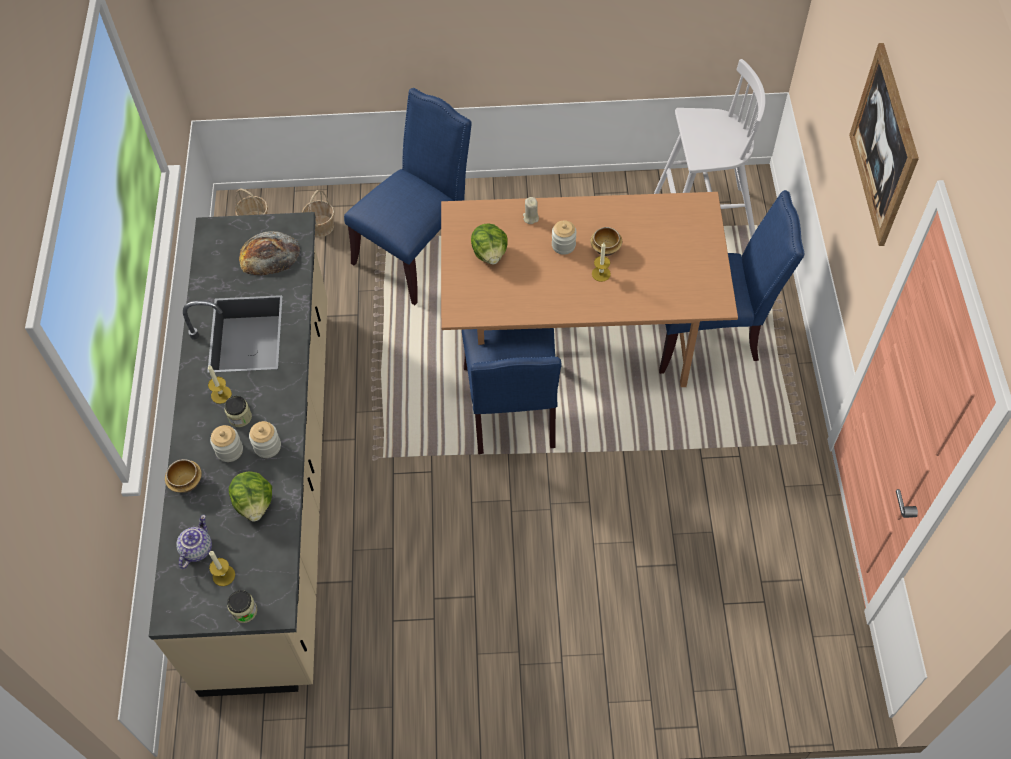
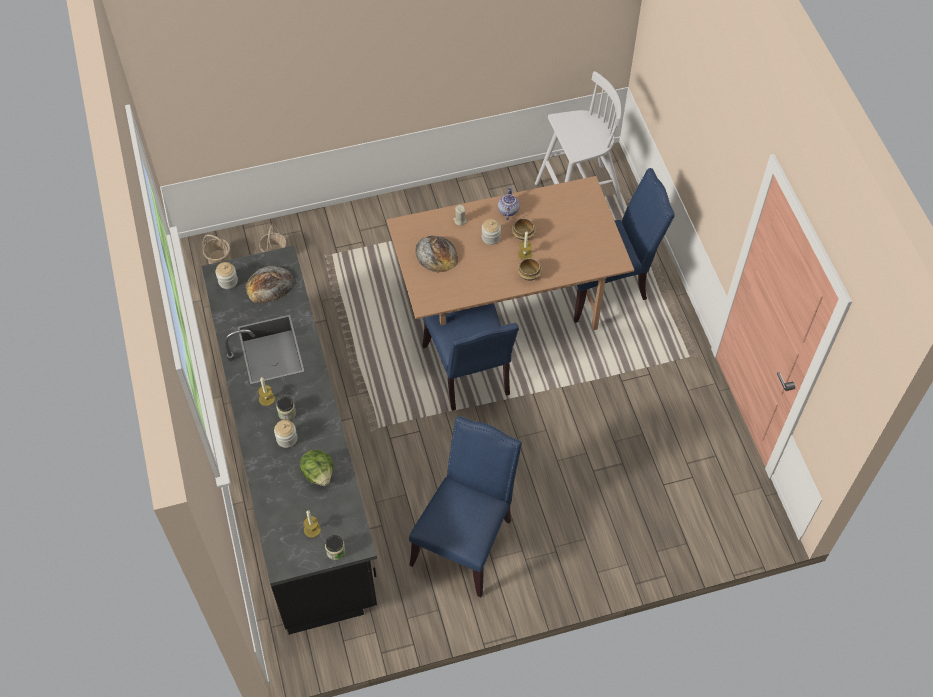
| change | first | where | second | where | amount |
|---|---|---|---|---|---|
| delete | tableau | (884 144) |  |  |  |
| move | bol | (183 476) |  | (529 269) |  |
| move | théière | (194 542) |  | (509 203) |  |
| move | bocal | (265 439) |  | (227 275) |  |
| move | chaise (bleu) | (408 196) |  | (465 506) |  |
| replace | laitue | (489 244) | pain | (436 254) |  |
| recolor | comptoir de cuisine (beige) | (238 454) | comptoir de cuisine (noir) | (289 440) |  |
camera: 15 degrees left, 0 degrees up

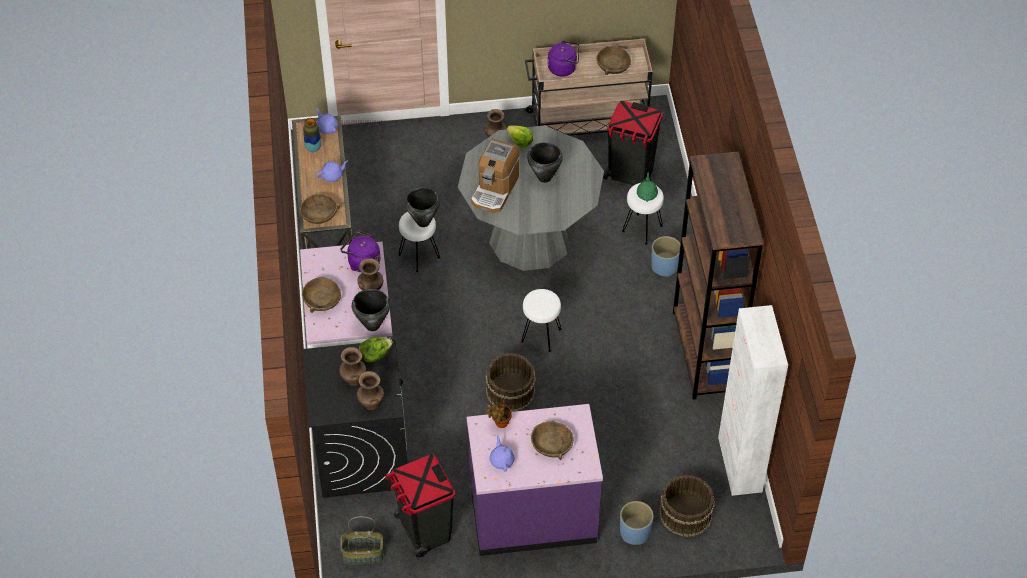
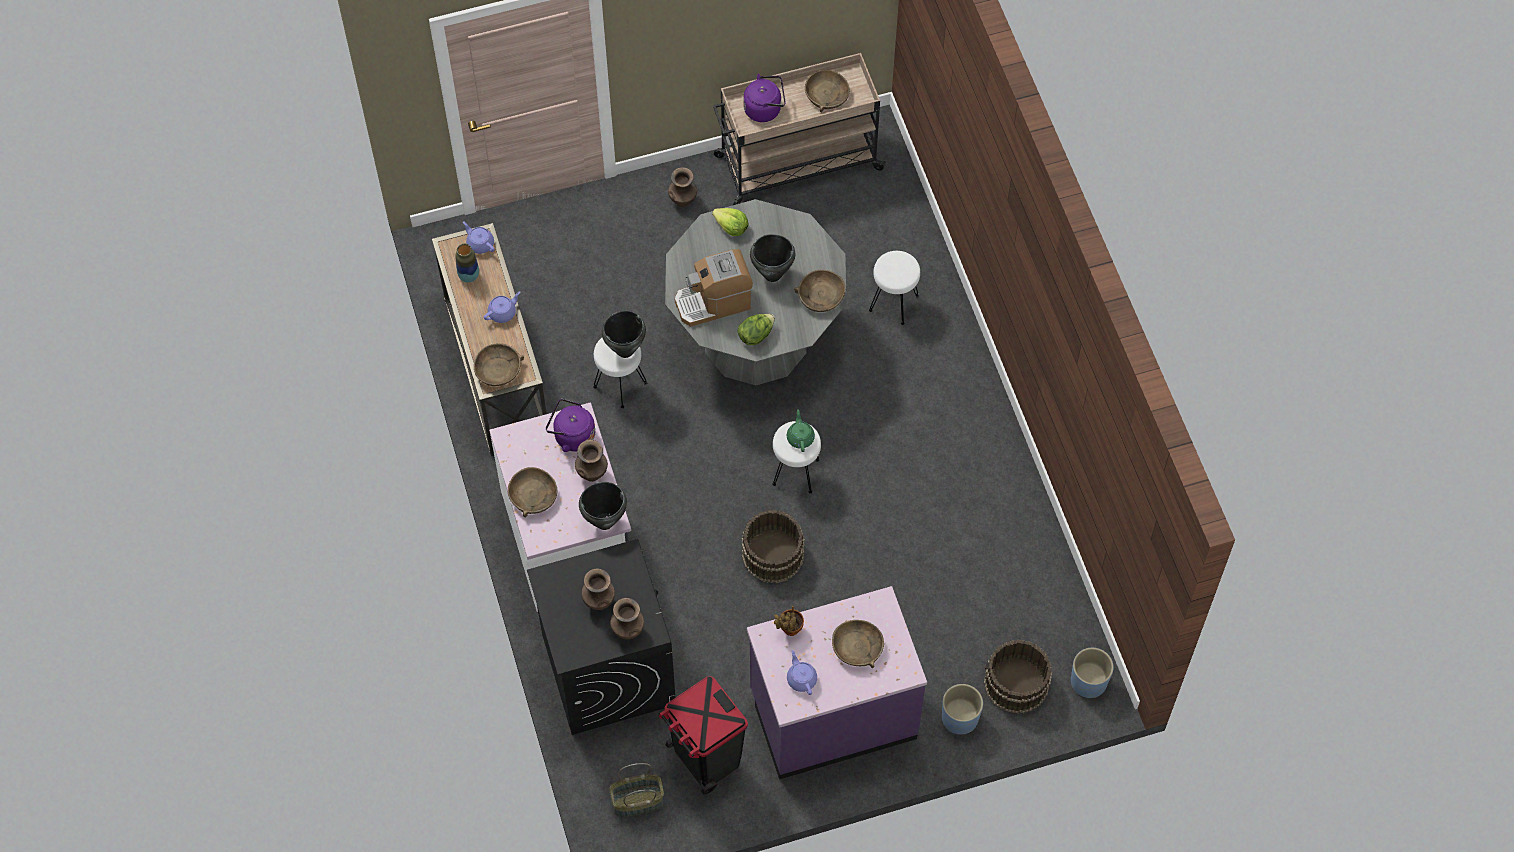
| change | first | where | second | where | amount |
|---|---|---|---|---|---|
| delete | poubelle (noir) | (633 143) |  |  |  |
| delete | bibliothèque (marron) | (718 276) |  |  |  |
| delete | meuble de rangement (blanc) | (753 400) |  |  |  |
| insert |  |  | bol (marron) | (819 291) |  |
| move | laitue | (376 349) |  | (756 329) |  |
| move | théière (vert) | (647 187) |  | (801 430) |  |
| move | cache-pot (bleu) | (665 256) |  | (1092 673) |  |
| rotate | machine à café | (495 176) |  | (714 288) | 60 degrees clockwise |
camera: 10 degrees left, 10 degrees up

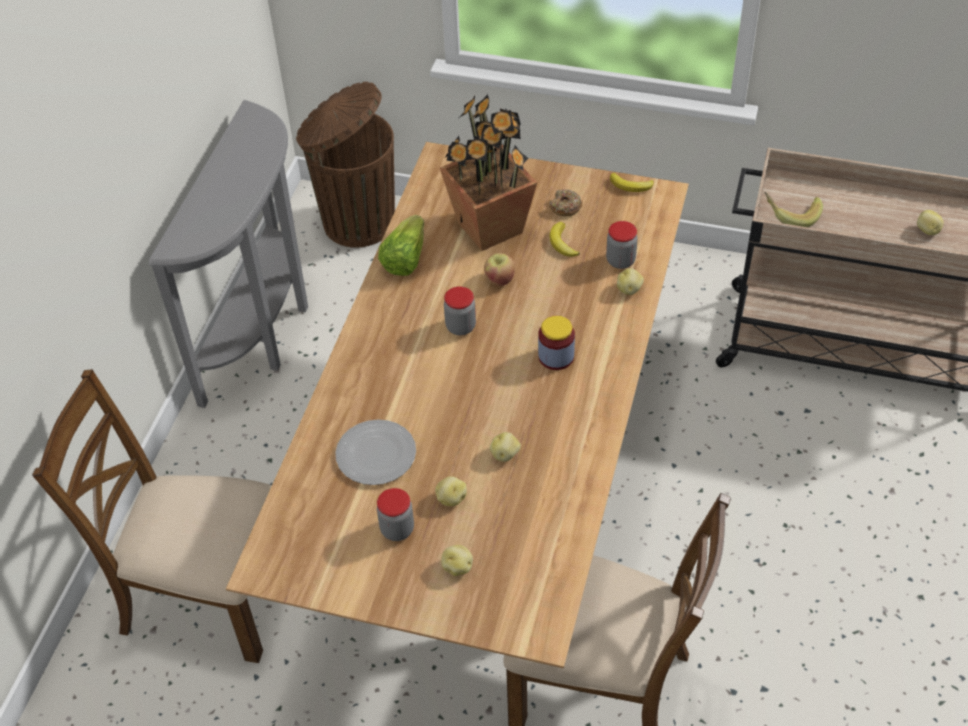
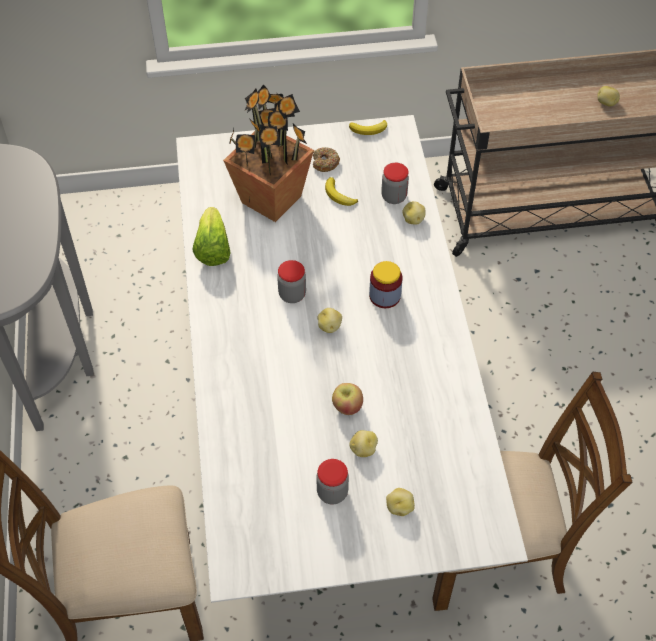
| change | first | where | second | where | amount |
|---|---|---|---|---|---|
| delete | poubelle (marron) | (345 165) |  |  |  |
| delete | assiette | (375 452) |  |  |  |
| delete | banane | (793 209) |  |  |  |
| move | pomme | (499 269) |  | (347 399) |  |
| move | pomme de terre | (505 447) |  | (330 320) |  |
| recolor | table à manger (marron) | (457 405) | table à manger (blanc) | (352 359) |  |
camera: 25 degrees left, 5 degrees up

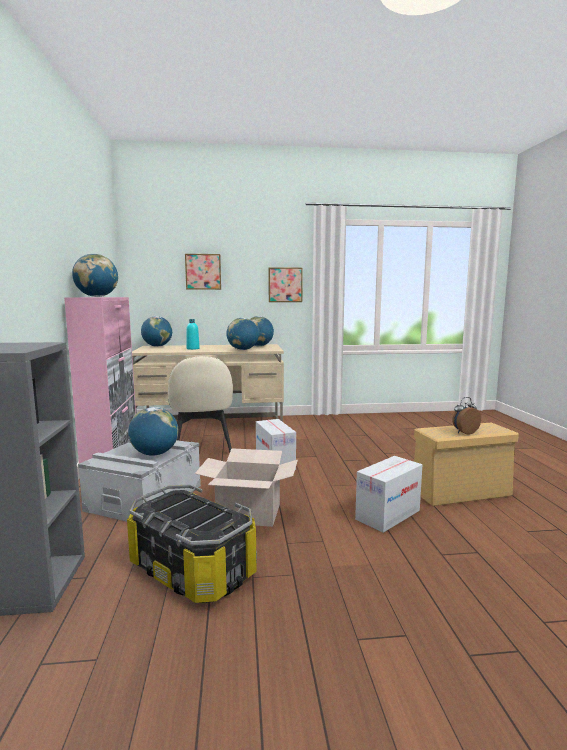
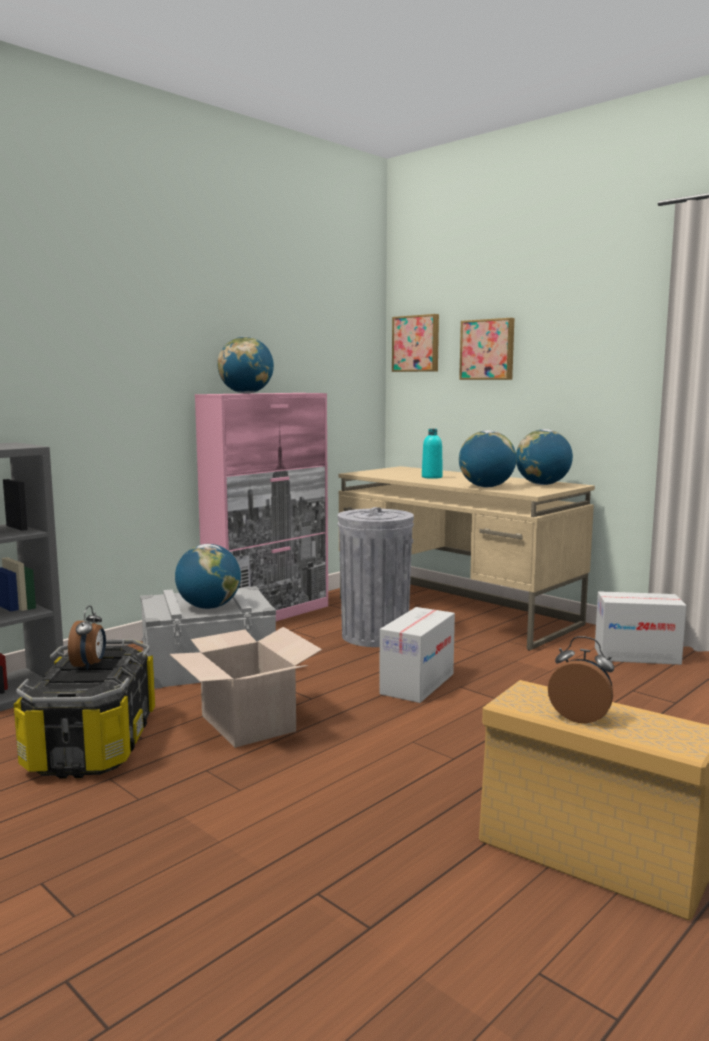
| change | first | where | second | where | amount |
|---|---|---|---|---|---|
| delete | globe | (156 331) |  |  |  |
| insert |  |  | réveil | (87 637) |  |
| move | tableau | (285 284) |  | (415 343) |  |
| move | carton | (388 494) |  | (641 628) |  |
| replace | chaise (beige) | (200 404) | poubelle (gris) | (376 577) |  |
camera: 50 degrees right, 0 degrees up

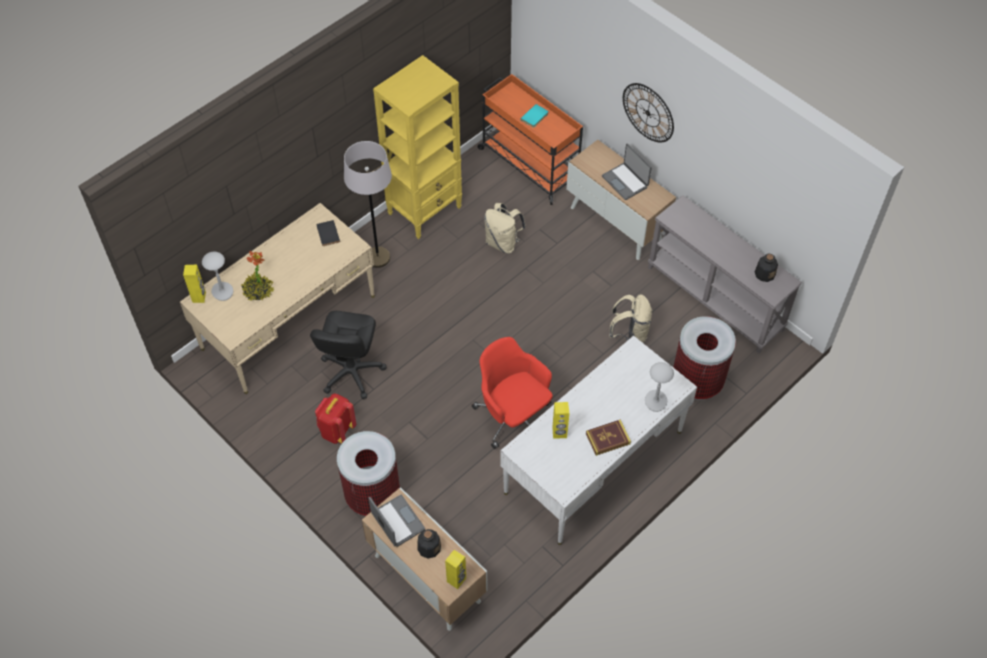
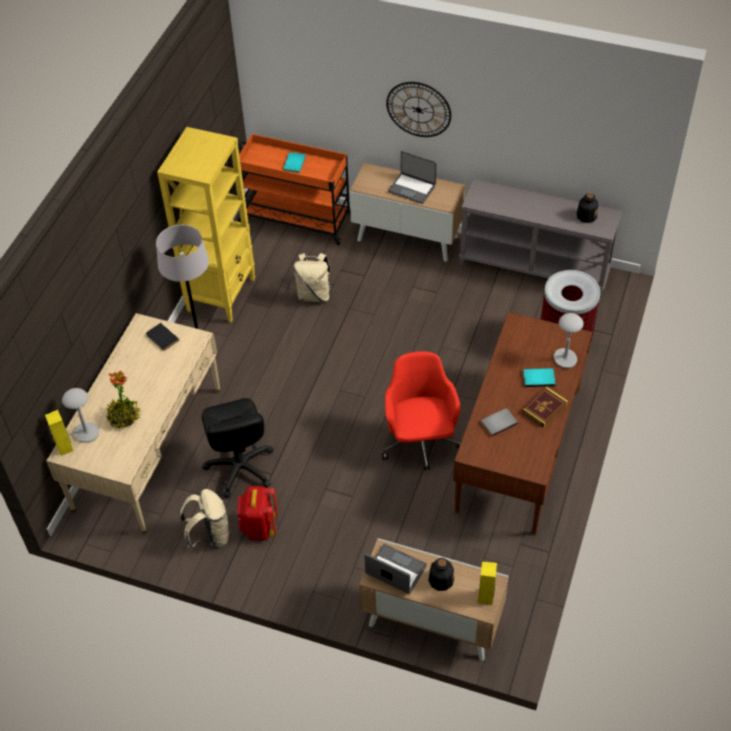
| change | first | where | second | where | amount |
|---|---|---|---|---|---|
| delete | poubelle | (368 473) |  |  |  |
| insert |  |  | livre (turquoise) | (539 377) |  |
| move | sac à dos (beige) | (631 318) |  | (205 519) |  |
| replace | enceinte (jaune) | (560 420) | livre (gris) | (499 422) |  |
| recolor | bureau (blanc) | (598 440) | bureau (marron) | (522 424) |  |
| rotate | chaise de bureau (rouge) | (512 393) |  | (421 410) | 60 degrees clockwise |
camera: 25 degrees left, 5 degrees down

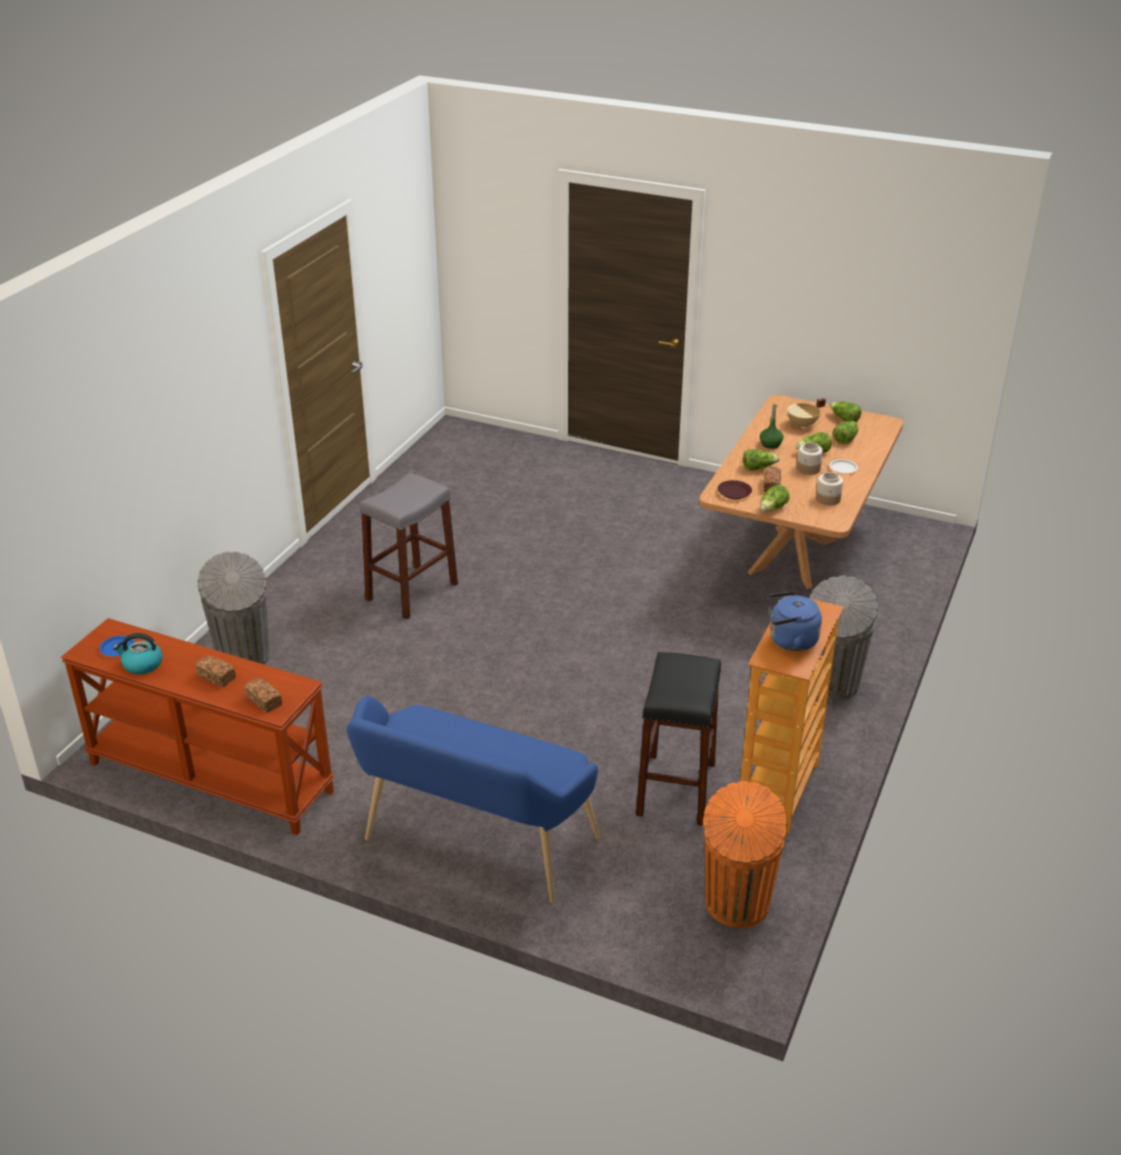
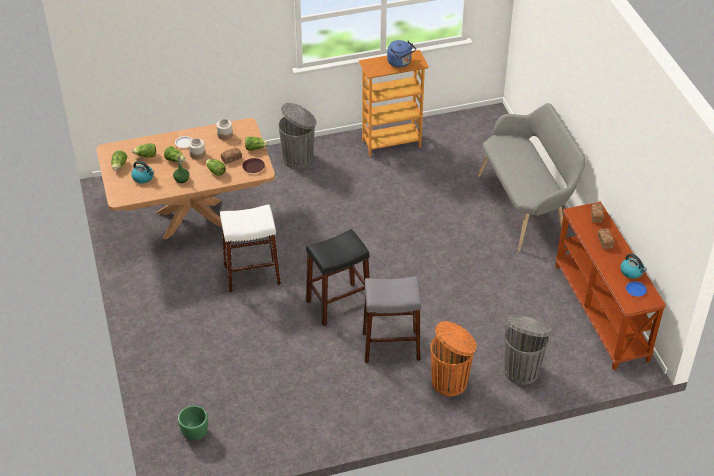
| change | first | where | second | where | amount |
|---|---|---|---|---|---|
| insert |  |  | cache-pot (vert) | (193 422) |  |
| insert |  |  | tabouret (blanc) | (250 248) |  |
| move | tabouret (noir) | (679 738) |  | (338 277) |  |
| move | poubelle (orange) | (745 854) |  | (454 358) |  |
| replace | marmite (beige) | (806 413) | bouilloire | (142 172) |  |
| recolor | banc (bleu) | (474 799) | banc (gris) | (532 177) |  |
camera: 130 degrees left, 10 degrees up

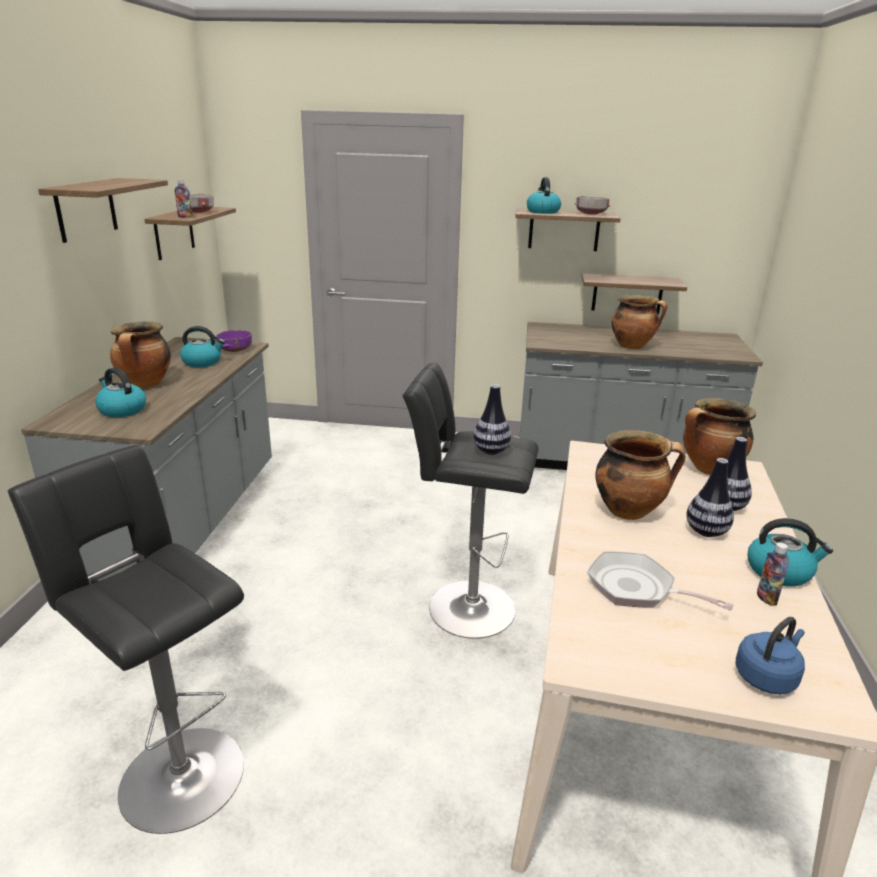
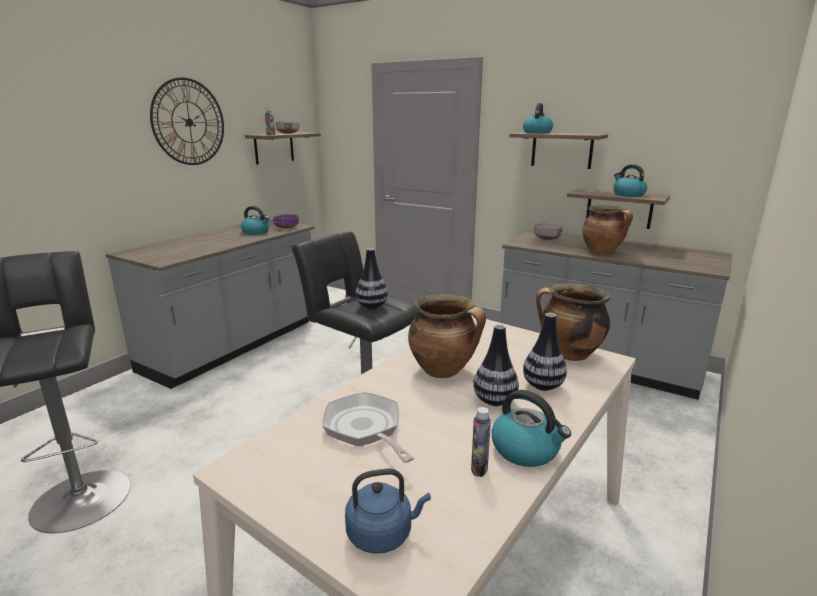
| change | first | where | second | where | amount |
|---|---|---|---|---|---|
| delete | marmite | (140 354) |  |  |  |
| move | bouilloire | (120 392) |  | (630 180) |  |
| move | bol (gris) | (592 205) |  | (548 231) |  |
| replace | étagère | (103 210) | horloge murale | (187 121) |  |
camera: 25 degrees right, 5 degrees down

